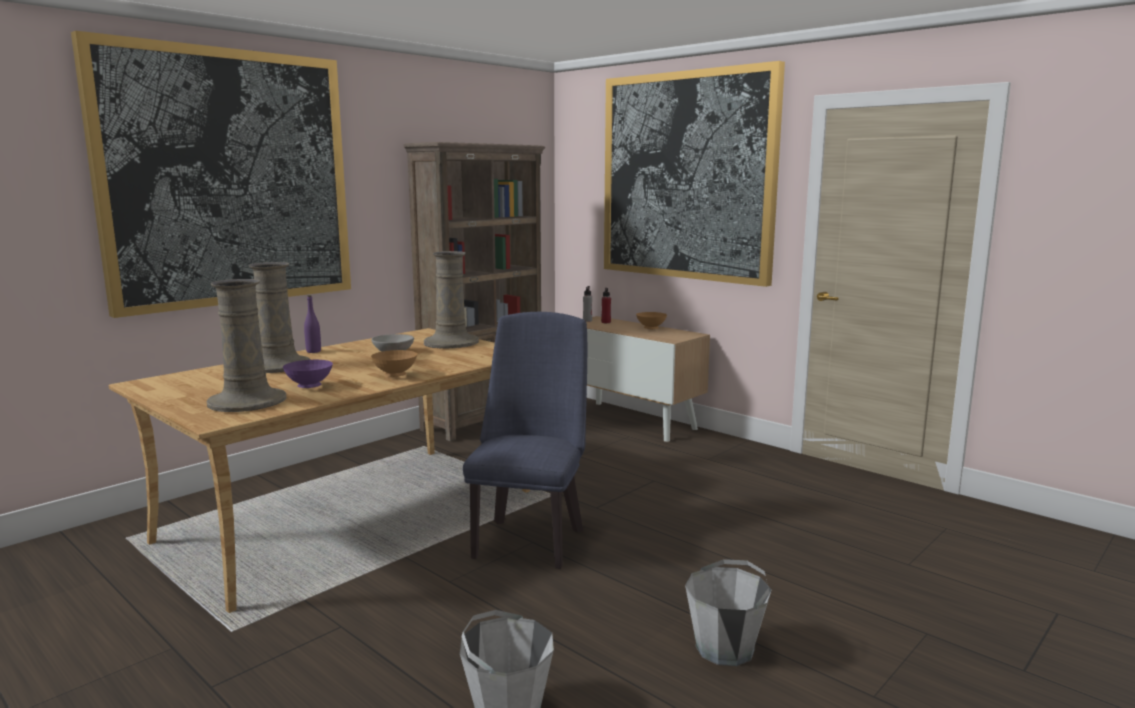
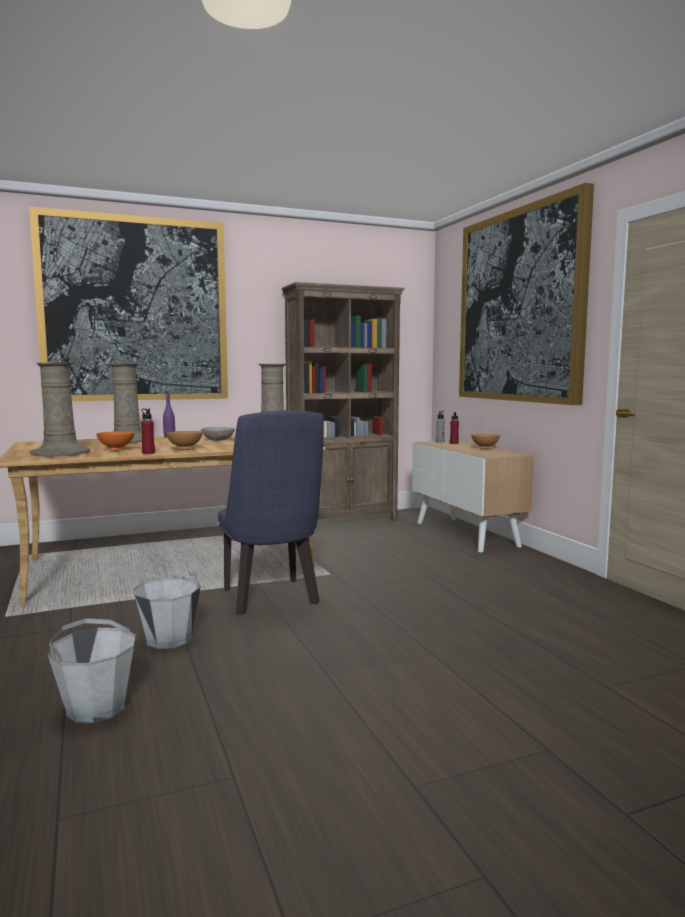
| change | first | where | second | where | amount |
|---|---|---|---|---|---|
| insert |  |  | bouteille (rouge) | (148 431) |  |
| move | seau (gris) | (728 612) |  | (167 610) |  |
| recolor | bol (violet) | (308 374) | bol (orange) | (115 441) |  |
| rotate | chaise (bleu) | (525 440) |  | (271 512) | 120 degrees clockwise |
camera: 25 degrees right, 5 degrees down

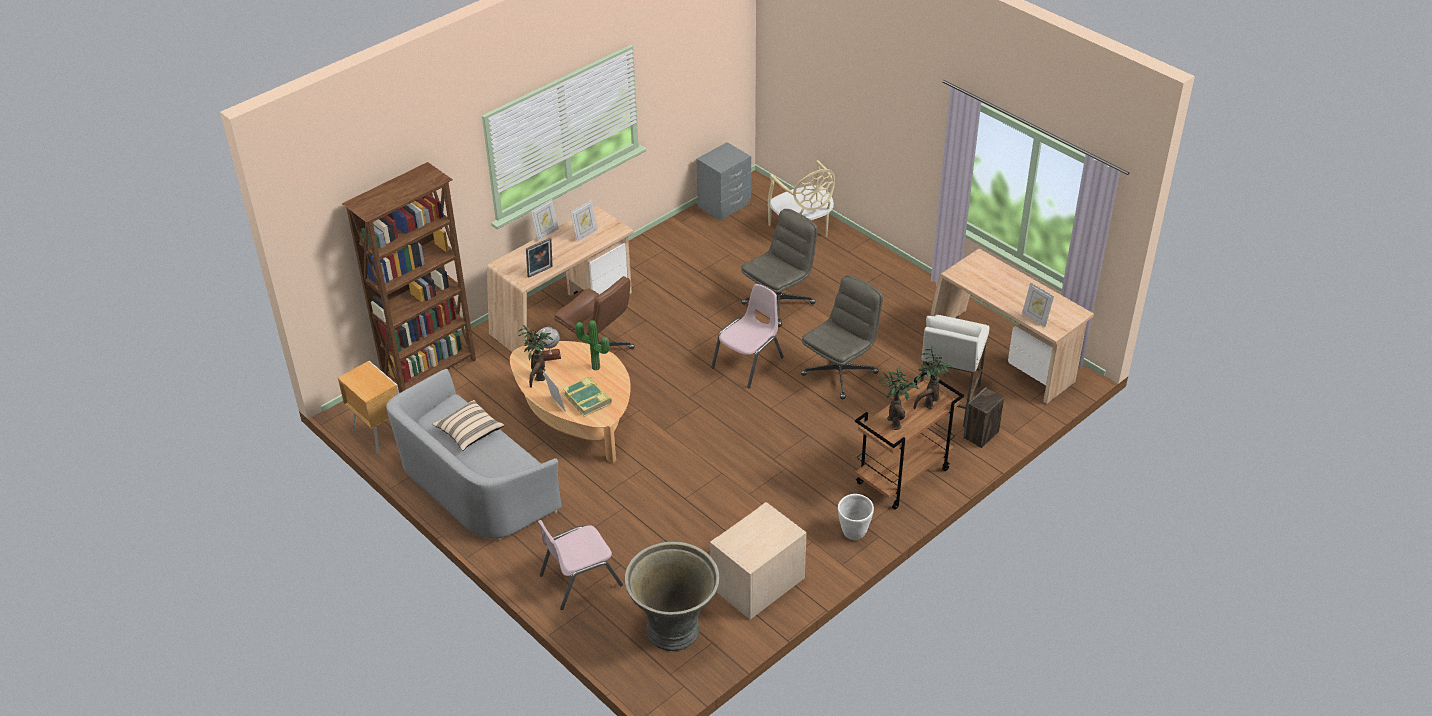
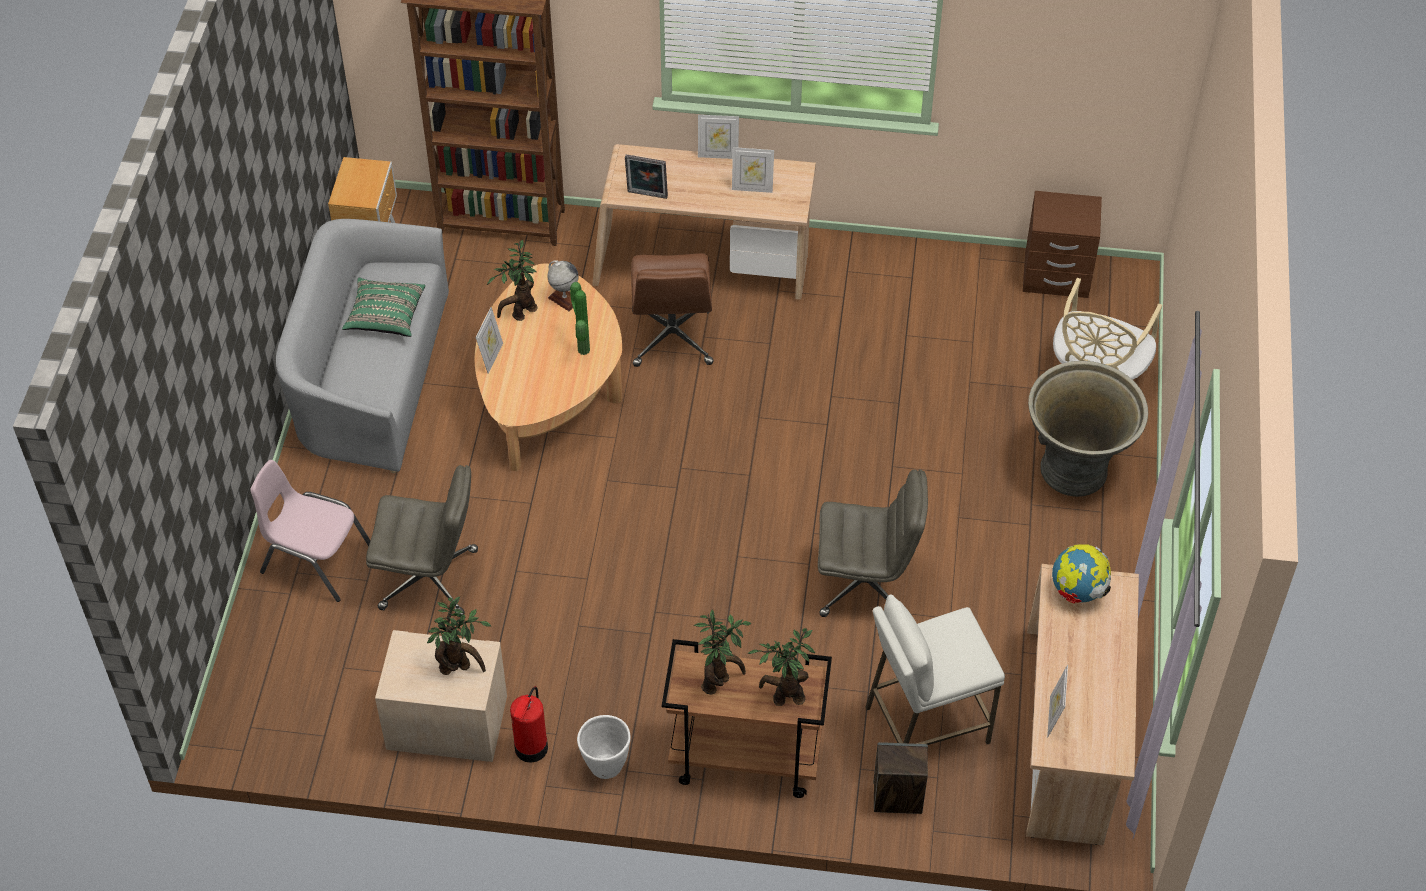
| change | first | where | second | where | amount |
|---|---|---|---|---|---|
| delete | livre | (587 396) |  |  |  |
| delete | chaise (rose) | (747 336) |  |  |  |
| insert |  |  | plante en pot | (459 636) |  |
| insert |  |  | extincteur | (529 724) |  |
| insert |  |  | globe | (1081 574) |  |
| move | cache-pot (gris) | (672 596) |  | (1088 429) |  |
| move | chaise de bureau (gris) | (779 268) |  | (422 541) |  |
| recolor | coussin (beige) | (468 425) | coussin (vert) | (383 307) |  |
| recolor | table de chevet (gris) | (723 181) | table de chevet (marron) | (1062 244) |  |
camera: 50 degrees right, 10 degrees up

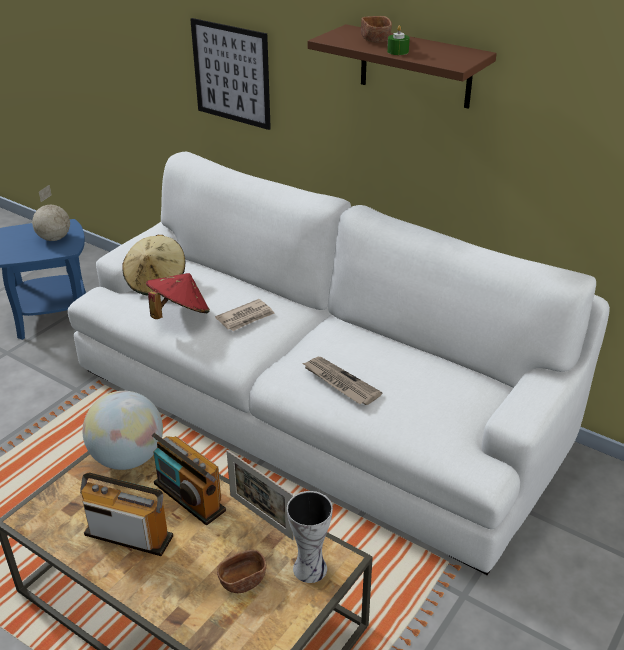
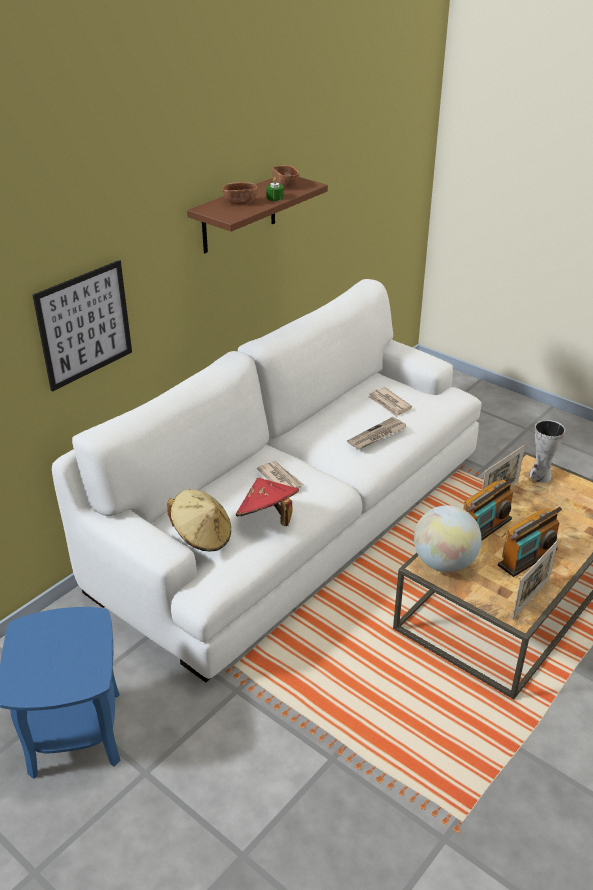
| change | first | where | second | where | amount |
|---|---|---|---|---|---|
| delete | globe | (51 213) |  |  |  |
| insert |  |  | journal | (390 402) |  |
| insert |  |  | cadre photo | (535 580) |  |
| move | bol (marron) | (241 571) |  | (285 176) |  |
| rotate | radio | (126 514) |  | (530 542) | 150 degrees counterclockwise |
camera: 85 degrees left, 0 degrees up

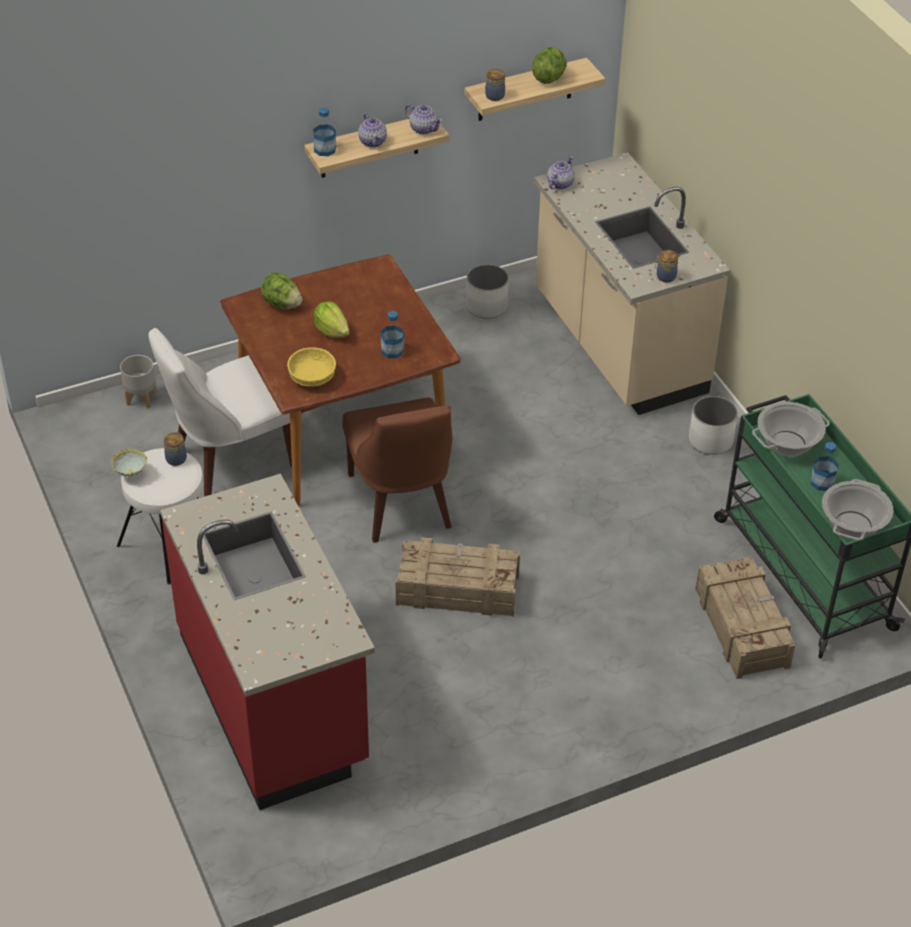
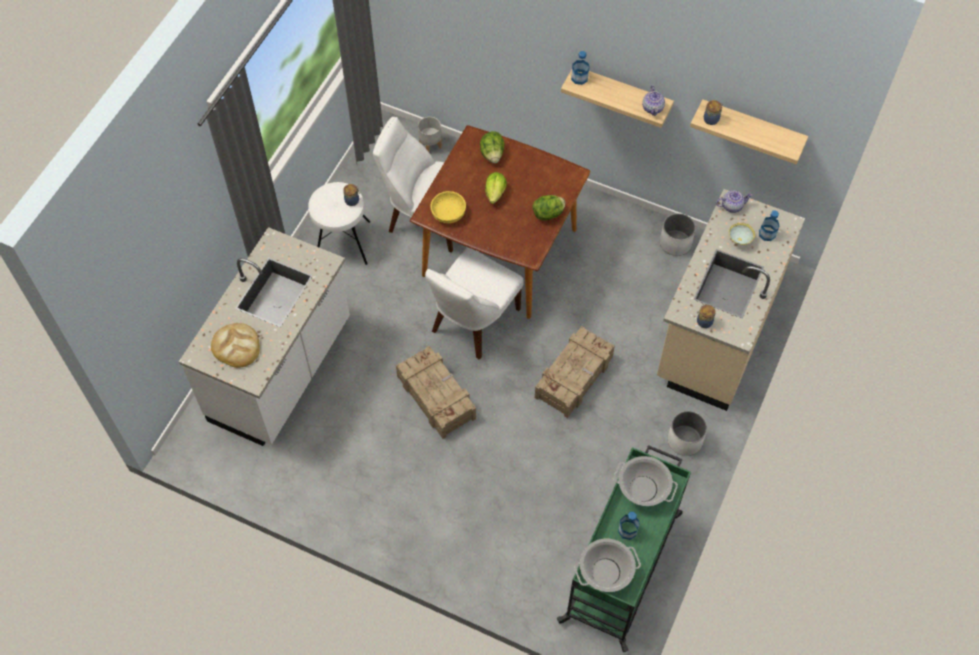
| change | first | where | second | where | amount |
|---|---|---|---|---|---|
| delete | théière | (372 130) |  |  |  |
| insert |  |  | pain | (235 345) |  |
| move | bol | (129 462) |  | (742 233) |  |
| move | bouteille | (392 334) |  | (769 225) |  |
| move | laitue | (549 65) |  | (549 207) |  |
| move | caisse | (745 617) |  | (575 372) |  |
| recolor | comptoir de cuisine (rouge) | (267 642) | comptoir de cuisine (blanc) | (264 336) |  |
| recolor | chaise (marron) | (397 470) | chaise (blanc) | (474 303) |  |
camera: 50 degrees right, 15 degrees up

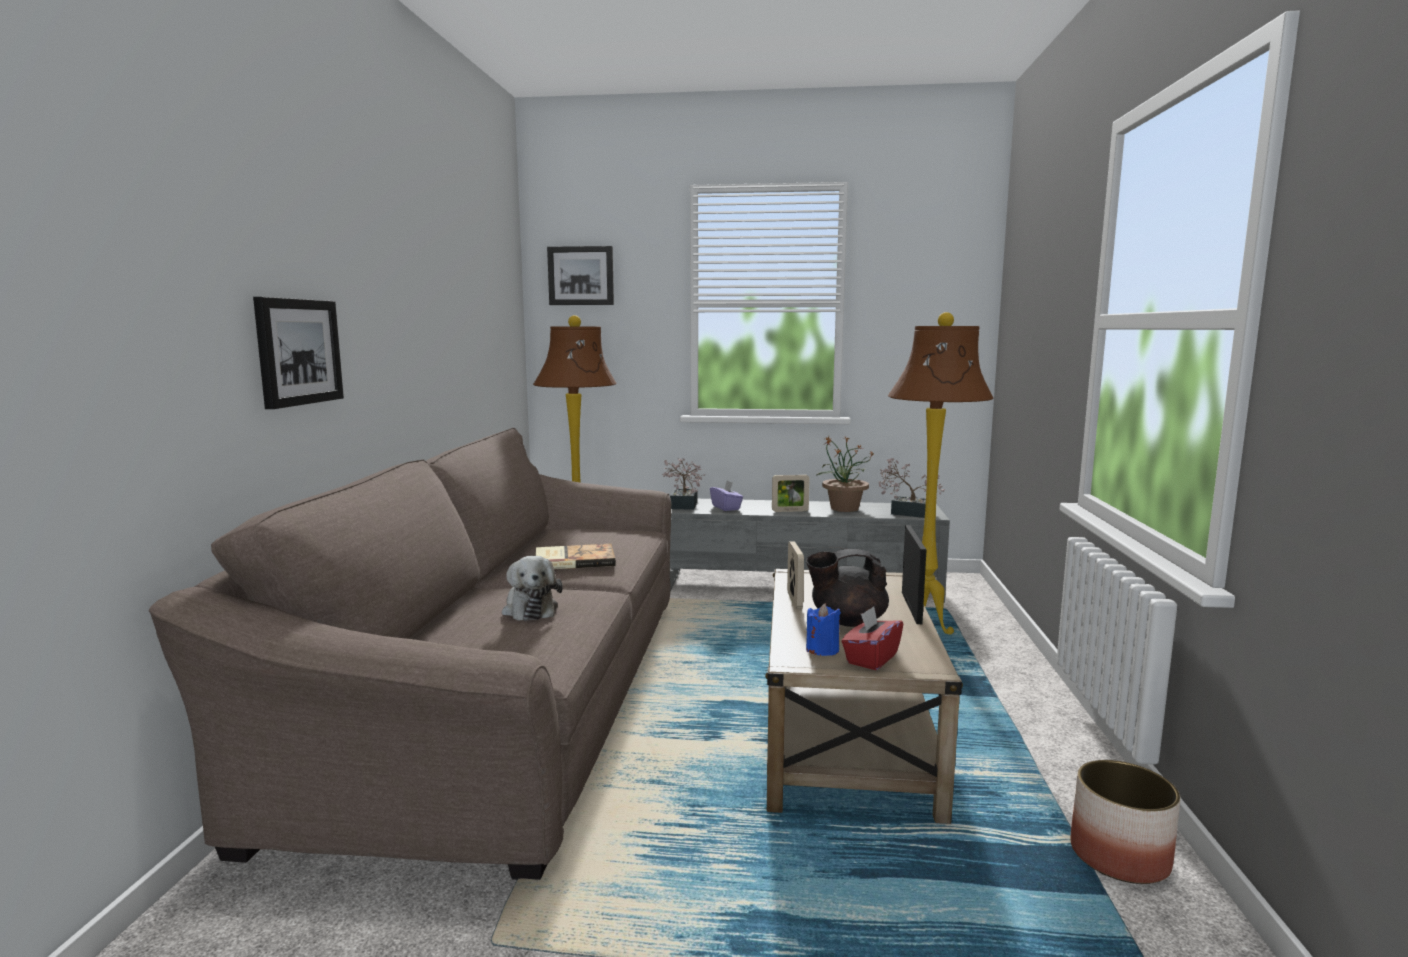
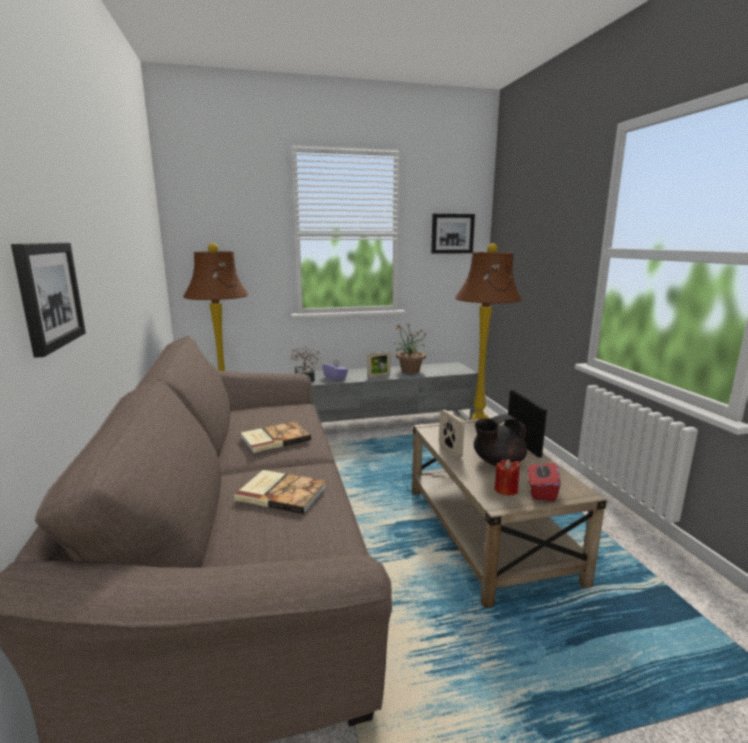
| change | first | where | second | where | amount |
|---|---|---|---|---|---|
| delete | plante en pot | (912 488) |  |  |  |
| delete | cache-pot | (1125 822) |  |  |  |
| move | tableau | (580 275) |  | (453 234) |  |
| replace | peluche | (532 588) | livre | (280 492) |  |
| recolor | bougie (bleu) | (823 629) | bougie (rouge) | (507 477) |  |
camera: 20 degrees left, 5 degrees up

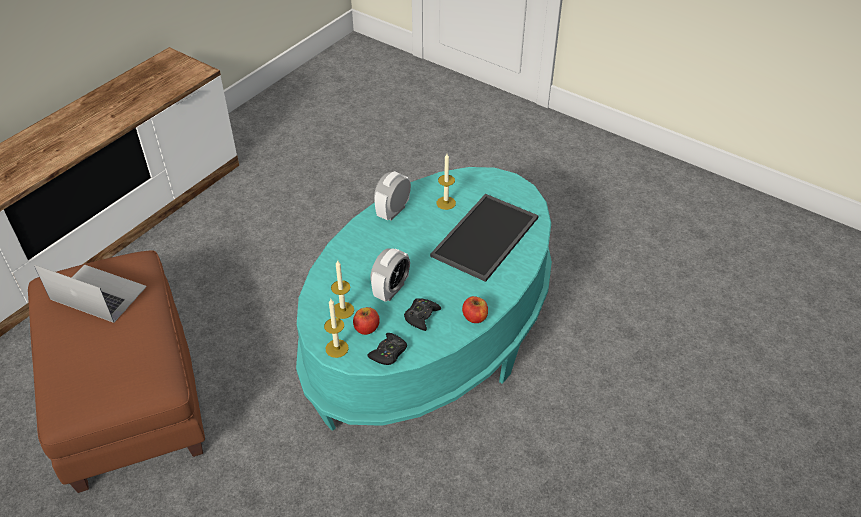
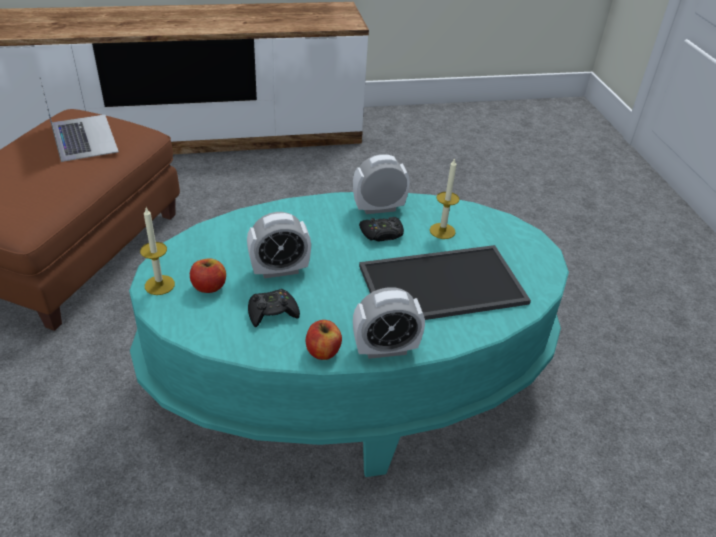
| change | first | where | second | where | amount |
|---|---|---|---|---|---|
| delete | bougie | (342 289) |  |  |  |
| insert |  |  | réveil | (389 323) |  |
| move | manette (noir) | (387 349) |  | (381 229) |  |
camera: 40 degrees right, 5 degrees down

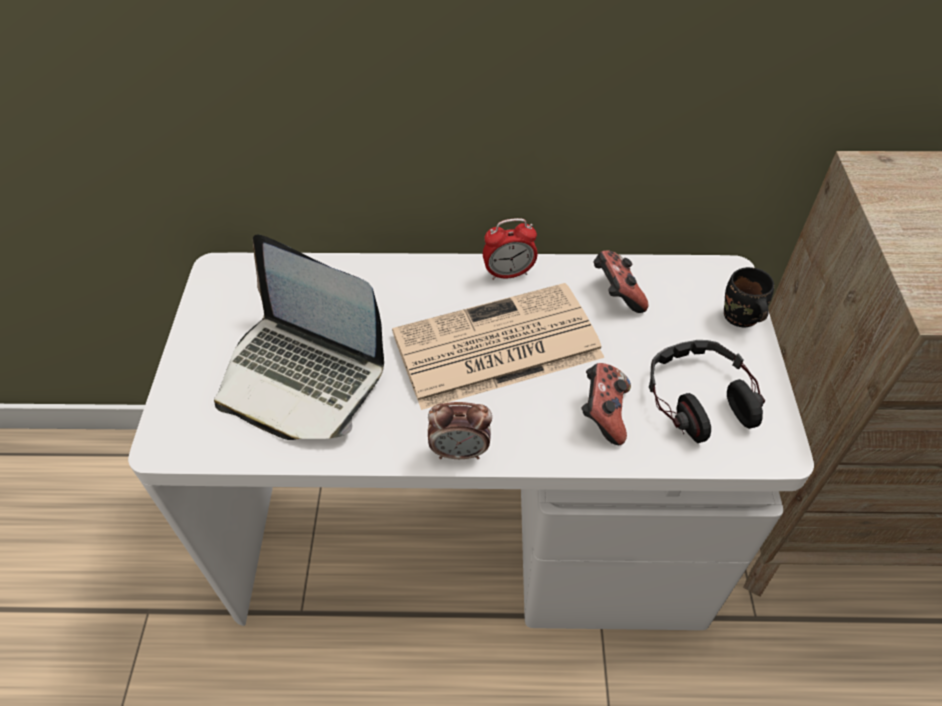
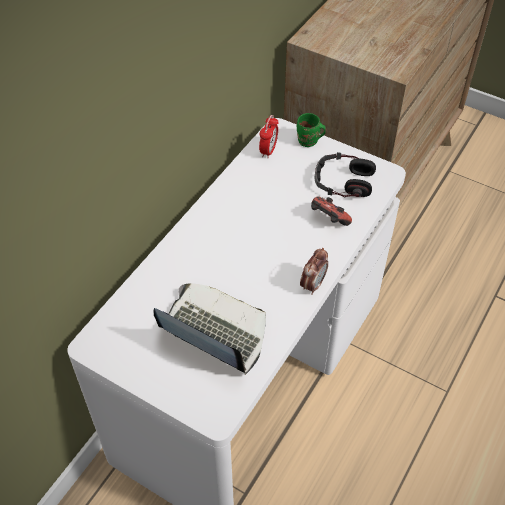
| change | first | where | second | where | amount |
|---|---|---|---|---|---|
| delete | journal | (498 346) |  |  |  |
| delete | manette | (620 281) |  |  |  |
| move | réveil | (510 249) |  | (269 136) |  |
| recolor | mug (noir) | (749 297) | mug (vert) | (311 130) |  |
| rotate | ordinateur portable | (299 337) |  | (209 329) | 120 degrees counterclockwise |
camera: 60 degrees left, 0 degrees up

